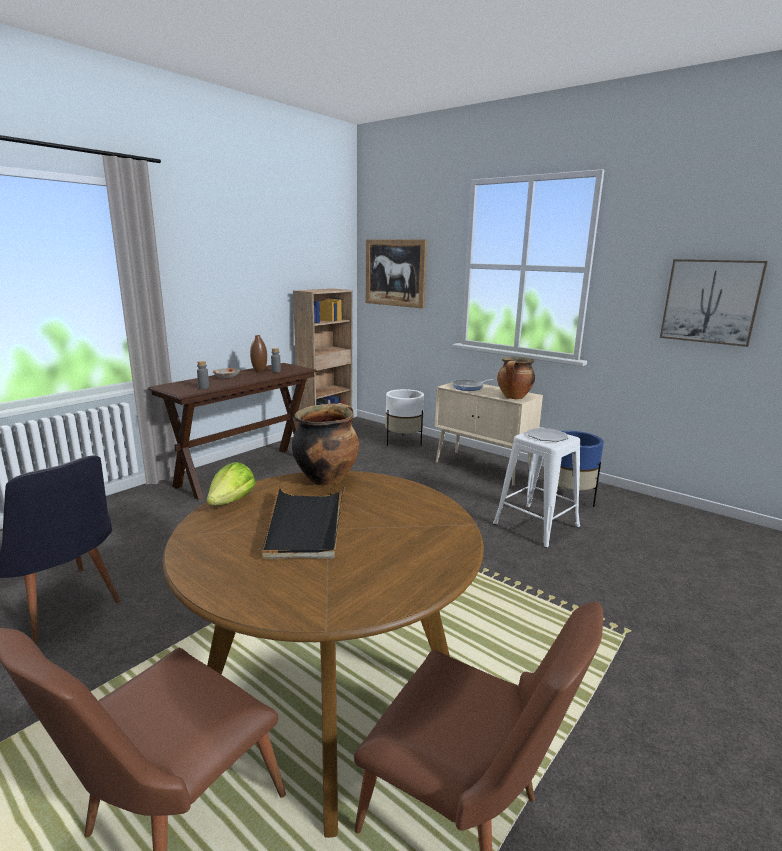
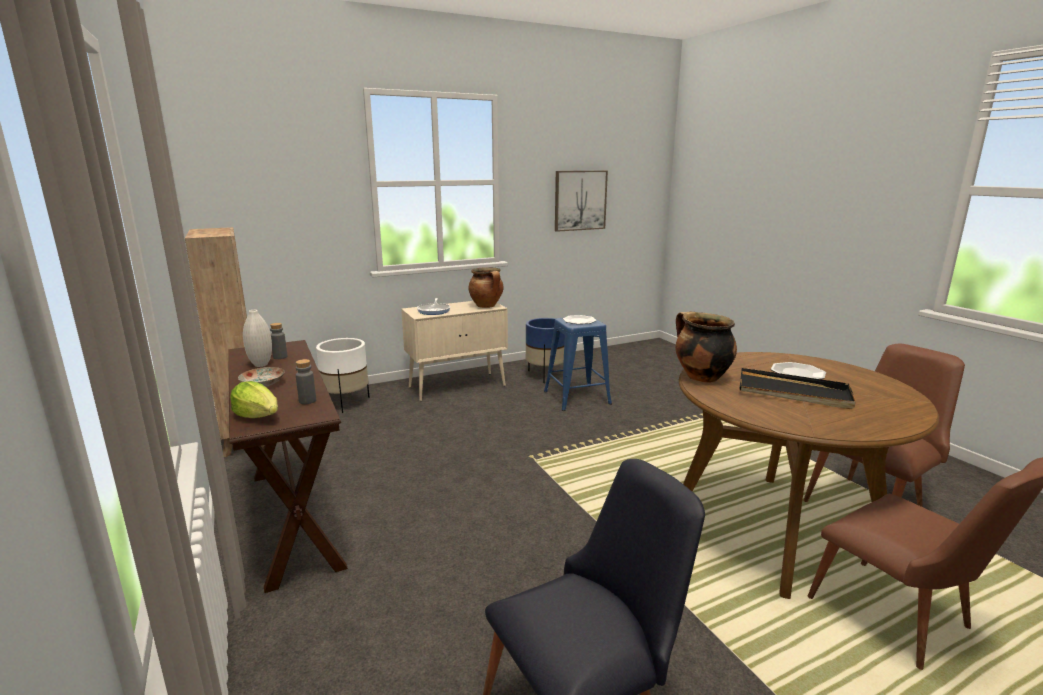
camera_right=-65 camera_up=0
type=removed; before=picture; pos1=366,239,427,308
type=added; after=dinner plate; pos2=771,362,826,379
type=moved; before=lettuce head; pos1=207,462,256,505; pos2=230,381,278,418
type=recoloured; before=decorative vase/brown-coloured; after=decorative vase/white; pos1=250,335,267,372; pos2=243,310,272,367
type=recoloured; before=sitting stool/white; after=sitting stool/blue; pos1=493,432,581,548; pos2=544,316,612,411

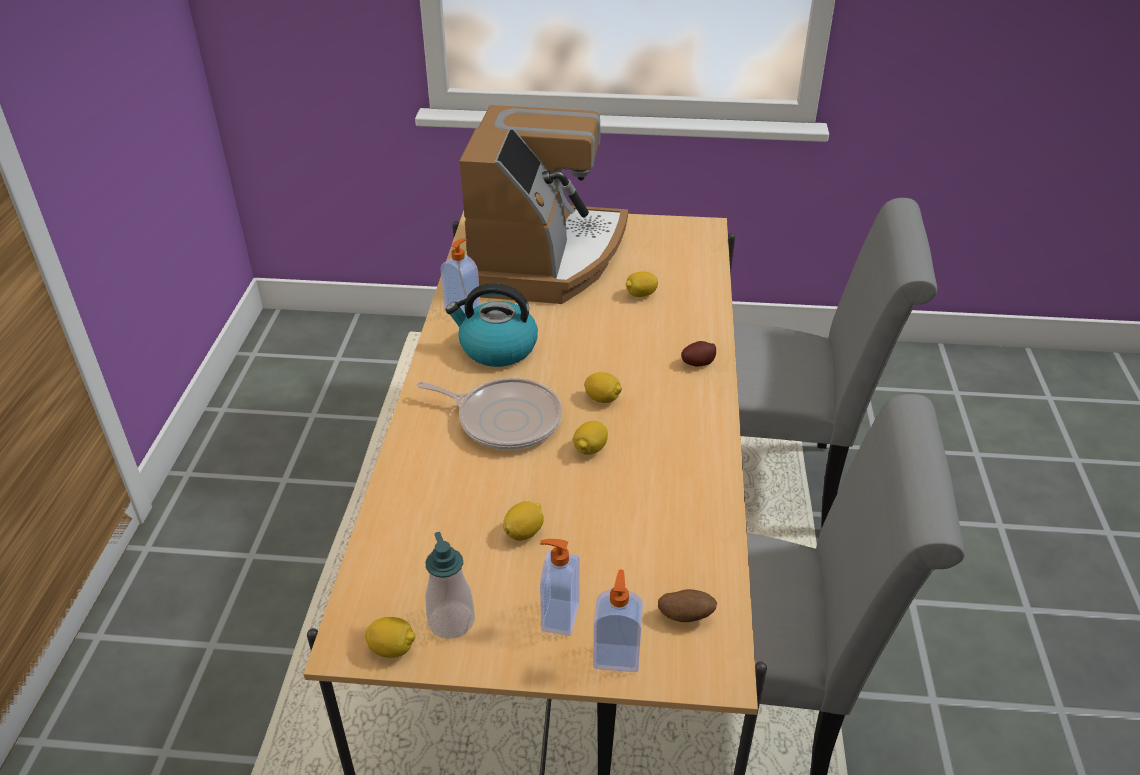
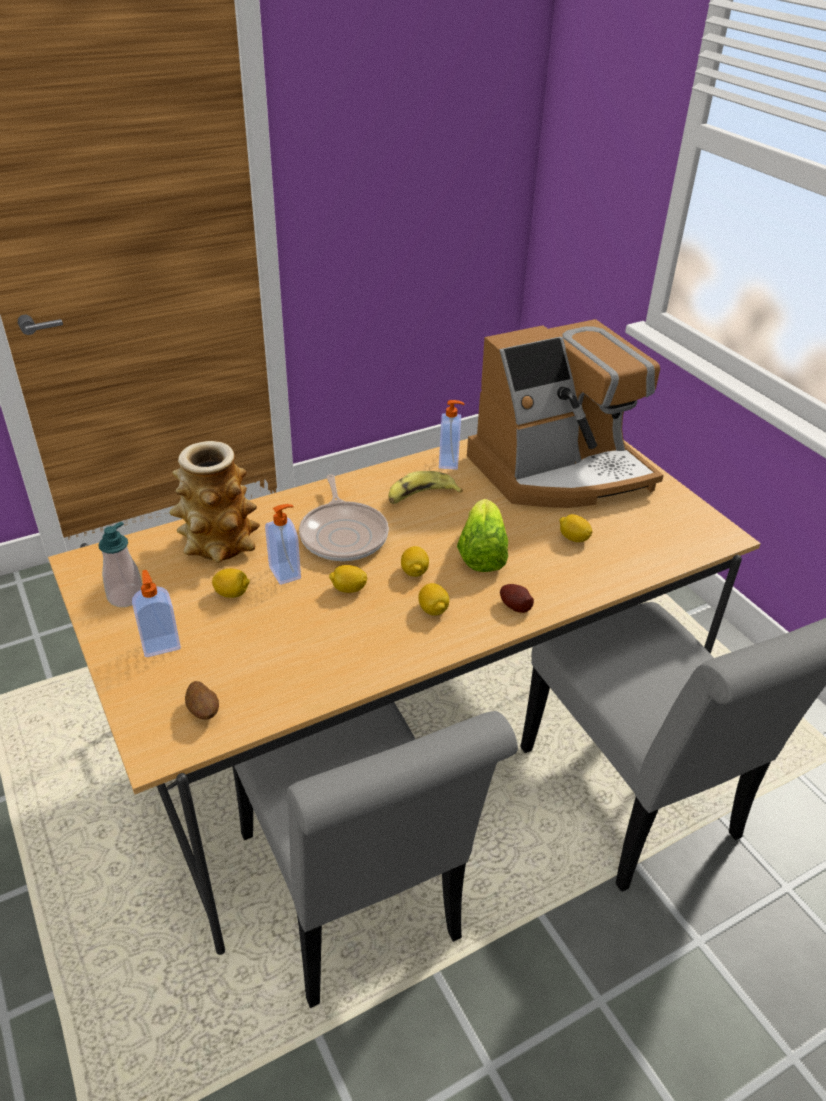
camera_right=55 camera_up=0
type=added; after=decorative vase; pos2=169,441,260,563
type=added; after=lettuce head; pos2=457,499,508,572
type=moved; before=whole lemon; pos1=365,617,416,658; pos2=418,583,449,615
type=moved; before=soap dispenser; pos1=593,569,643,672; pos2=265,504,301,585
type=replaced; before=water kettle; after=banana; pos1=446,283,538,367; pos2=388,471,463,504

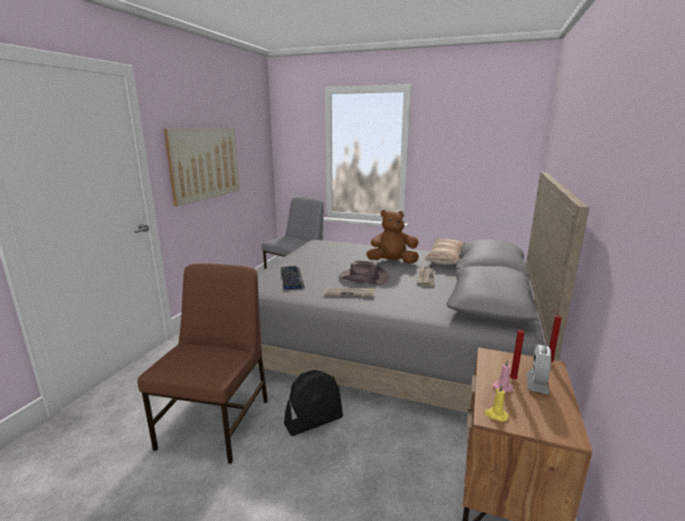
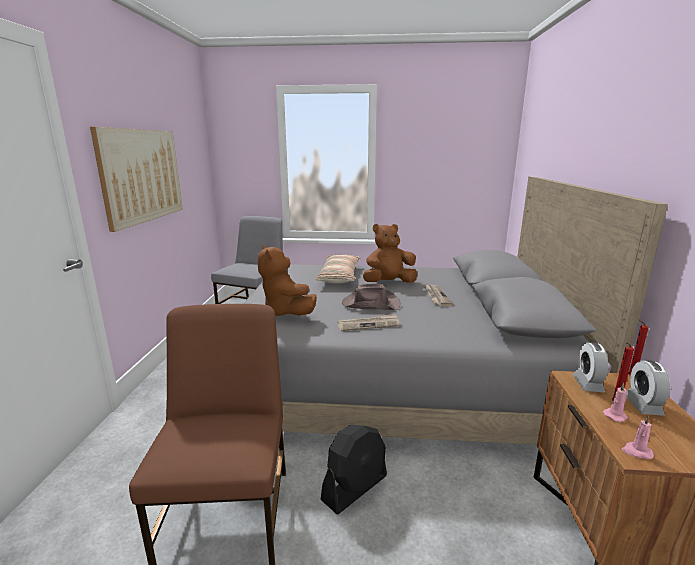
camera_right=-15 camera_up=0
type=added; after=table clock; pos2=573,342,608,393
type=moved; before=pillow; pos1=425,239,465,265; pos2=316,255,360,283
type=replaced; before=keyboard; after=soft toy/brown-coloured; pos1=281,266,305,290; pos2=257,245,317,316
type=recoloured; before=wax light/yellow; after=wax light/pink; pos1=484,384,508,422; pos2=622,416,654,459

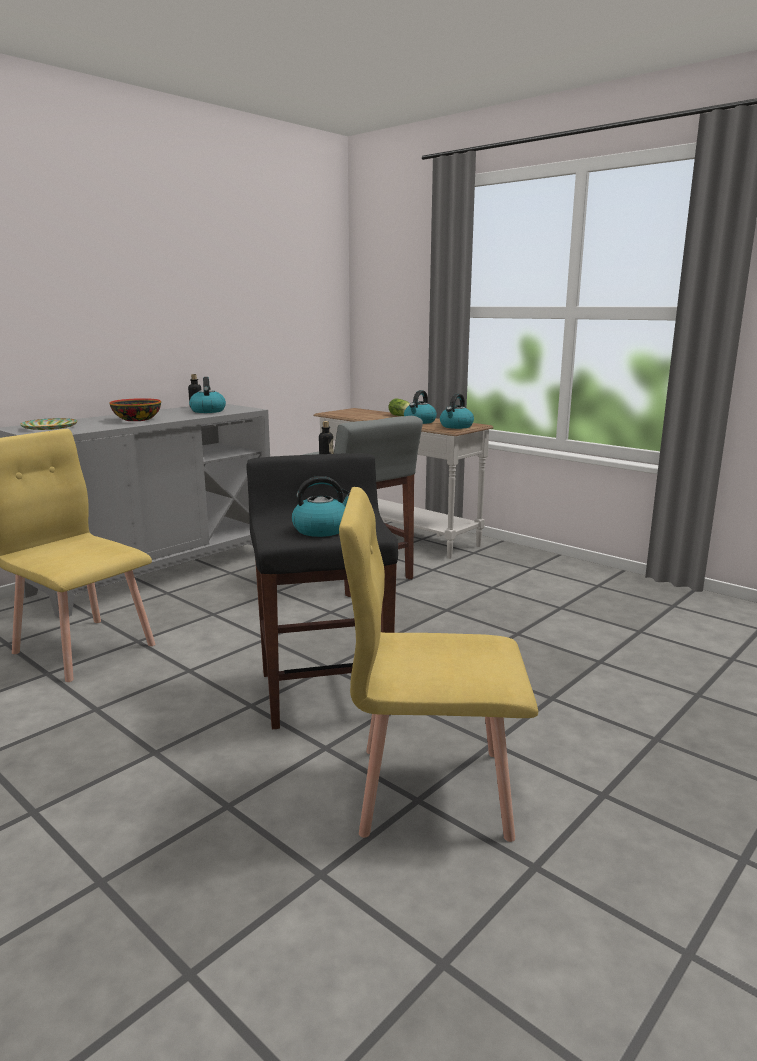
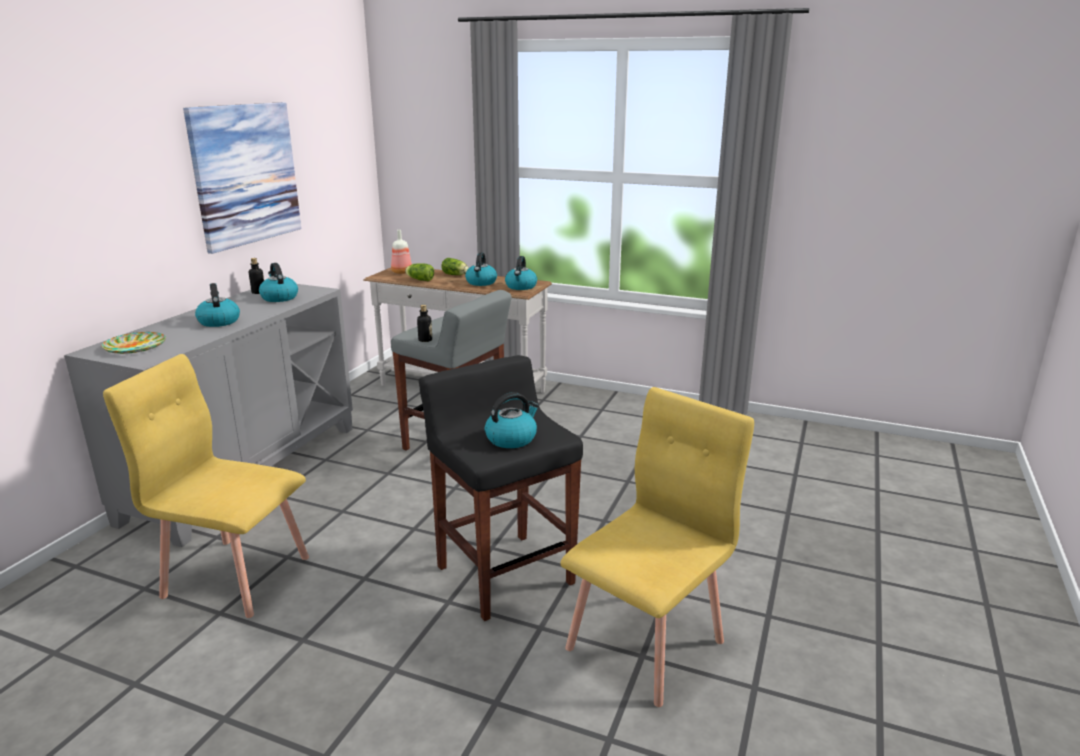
camera_right=-20 camera_up=5
type=added; after=picture; pos2=183,102,301,254
type=added; after=beverage bottle; pos2=391,230,412,274
type=added; after=lettuce head; pos2=405,264,434,281
type=replaced; before=bowl; after=water kettle; pos1=110,398,161,421; pos2=195,283,240,327
type=turned; before=chair/yellow; pos1=339,487,538,842; pos2=561,387,754,707; turn=150

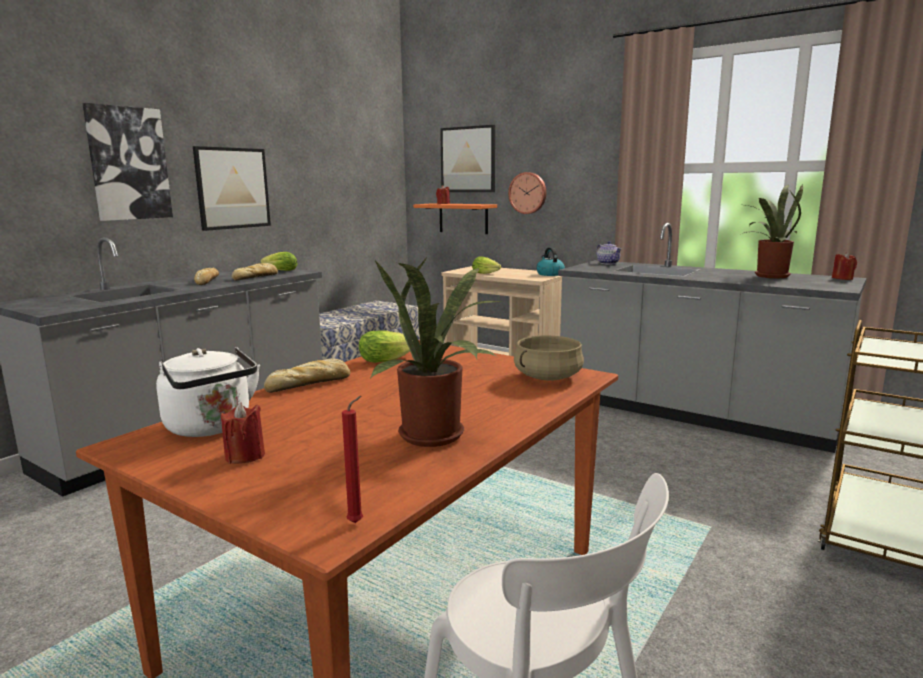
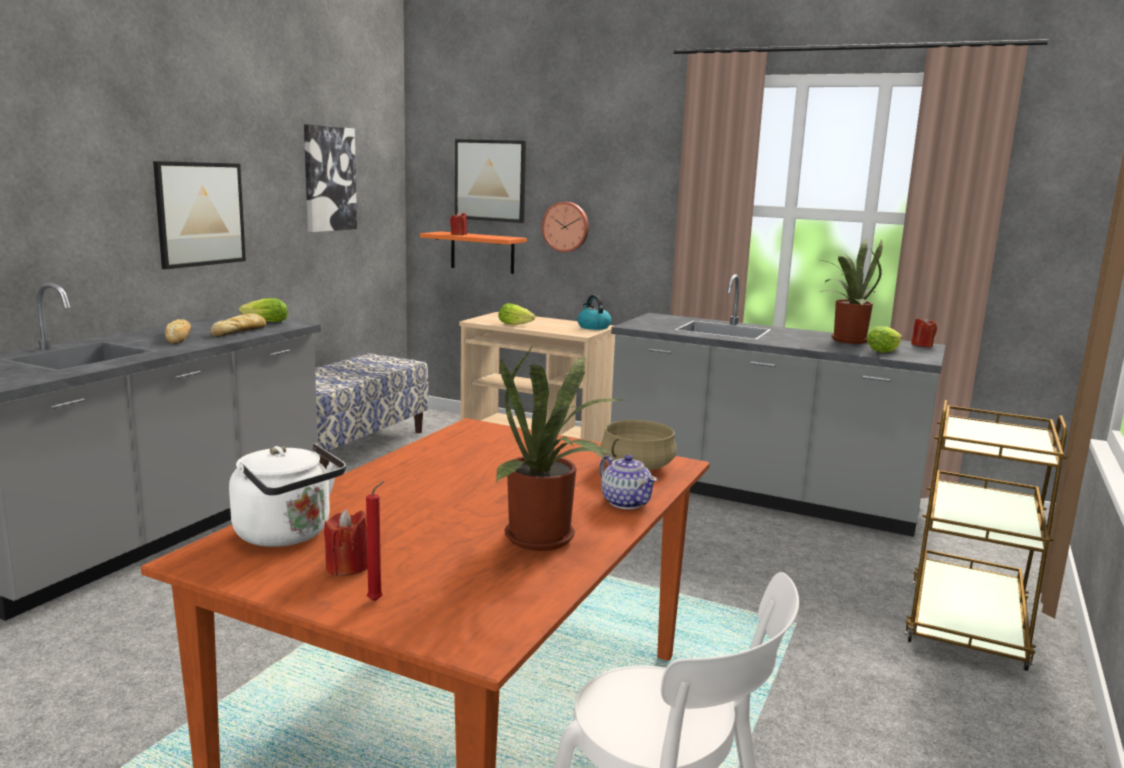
camera_right=-10 camera_up=0
type=removed; before=bread; pos1=264,359,350,393
type=moved; before=picture; pos1=82,103,173,221; pos2=304,124,357,232
type=moved; before=wax light/red; pos1=342,396,363,523; pos2=366,481,384,601
type=moved; before=lettuce head; pos1=359,330,414,363; pos2=867,326,902,353
type=moved; before=pot for tea; pos1=596,241,622,264; pos2=599,455,658,509

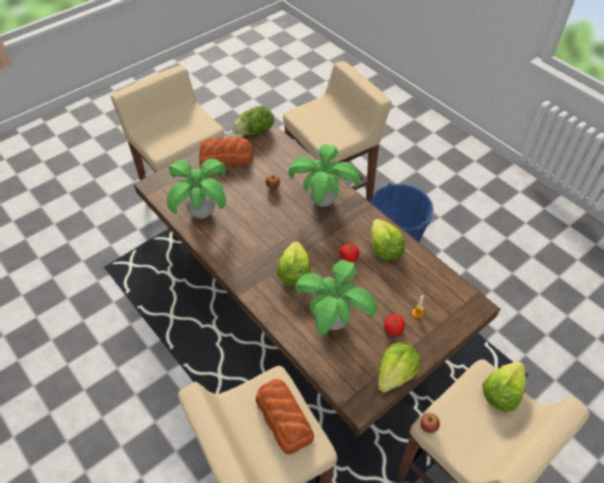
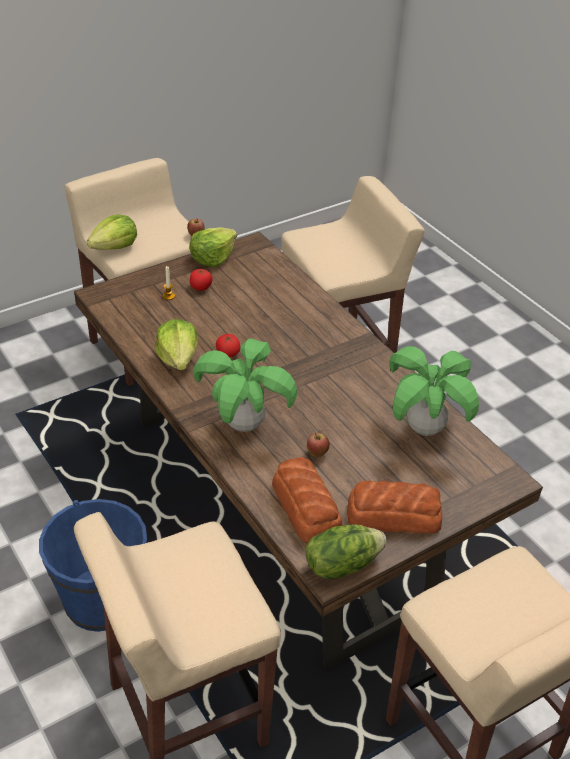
camera_right=-175 camera_up=-10
type=removed; before=lettuce head; pos1=277,241,311,286
type=removed; before=potted plant; pos1=295,260,377,335
type=moved; before=bread; pos1=256,379,314,454; pos2=272,457,342,543

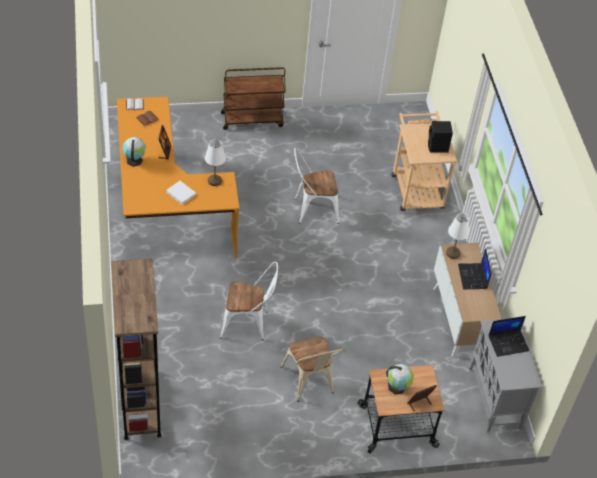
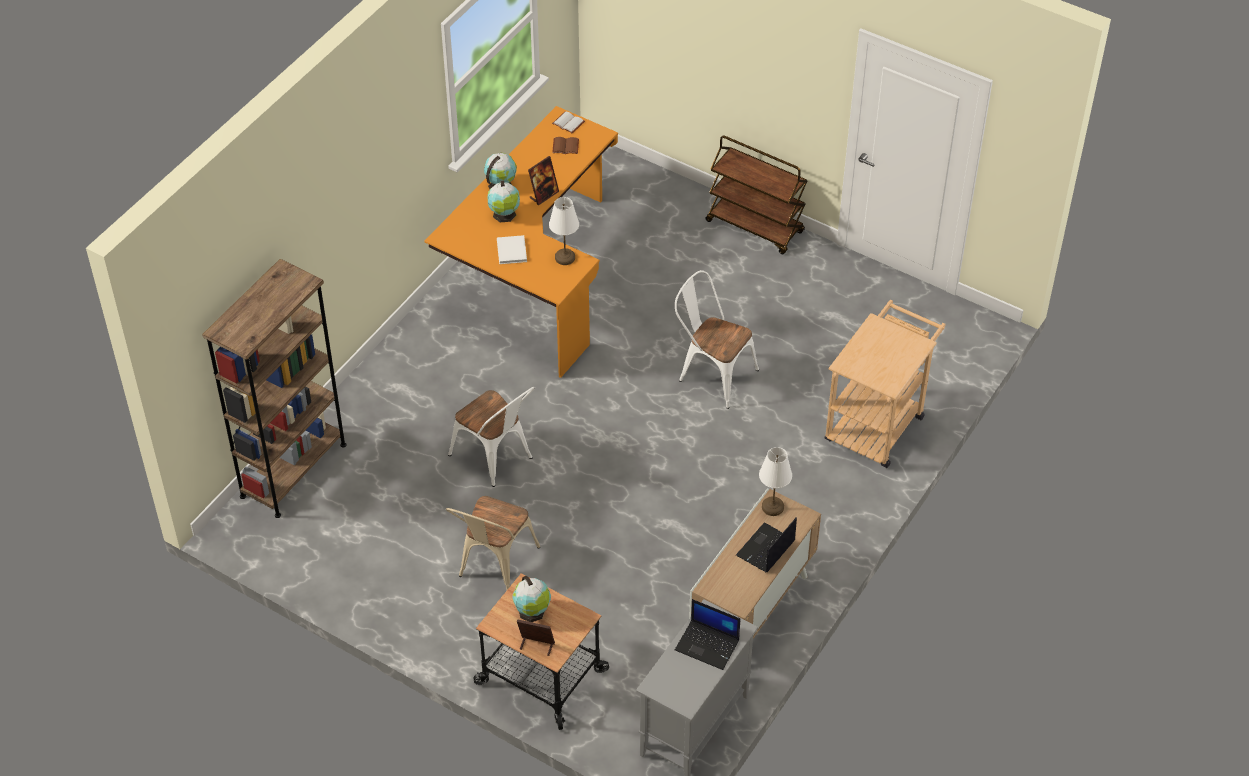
camera_right=45 camera_up=0
type=removed; before=audio speaker/black-coloured; pos1=428,121,453,153
type=added; after=world globe; pos2=488,180,520,222

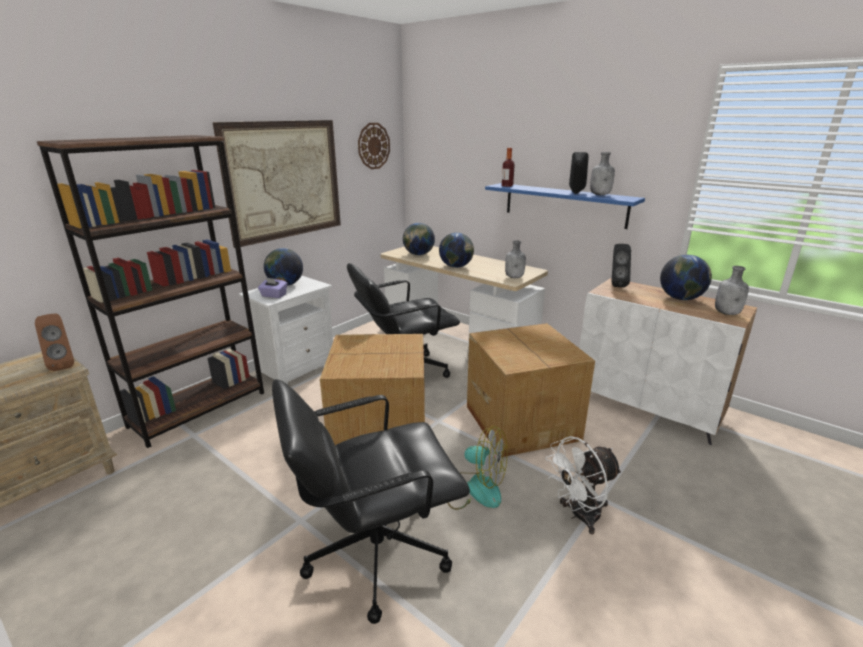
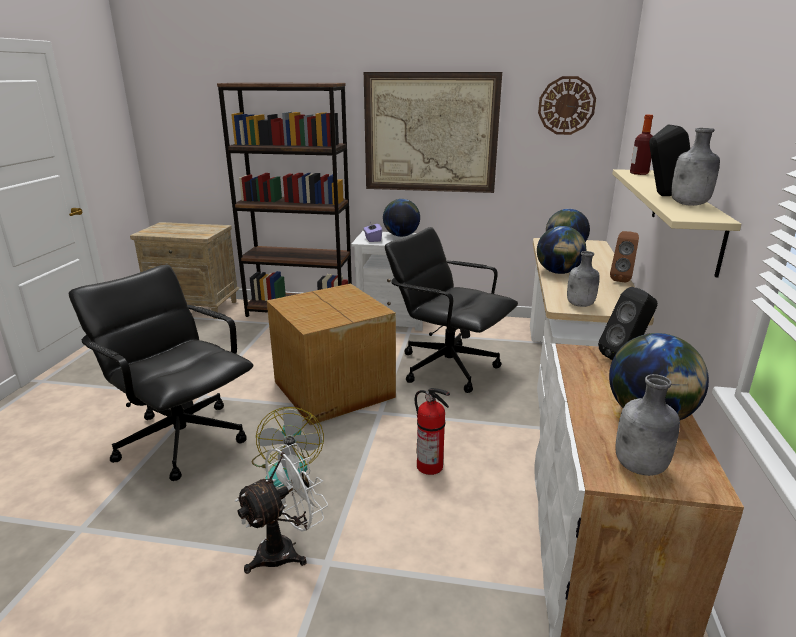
camera_right=60 camera_up=0
type=moved; before=audio speaker/brown-coloured; pos1=35,313,74,371; pos2=610,231,639,283
type=replaced; before=carton; after=fire-fighting cylinder; pos1=467,323,595,458; pos2=415,388,450,475
type=recoloured; before=shelf/blue; after=shelf/beige; pos1=485,183,645,229; pos2=612,169,741,278
type=turned; before=fan/white; pos1=545,436,622,535; pos2=235,443,328,574; turn=105

